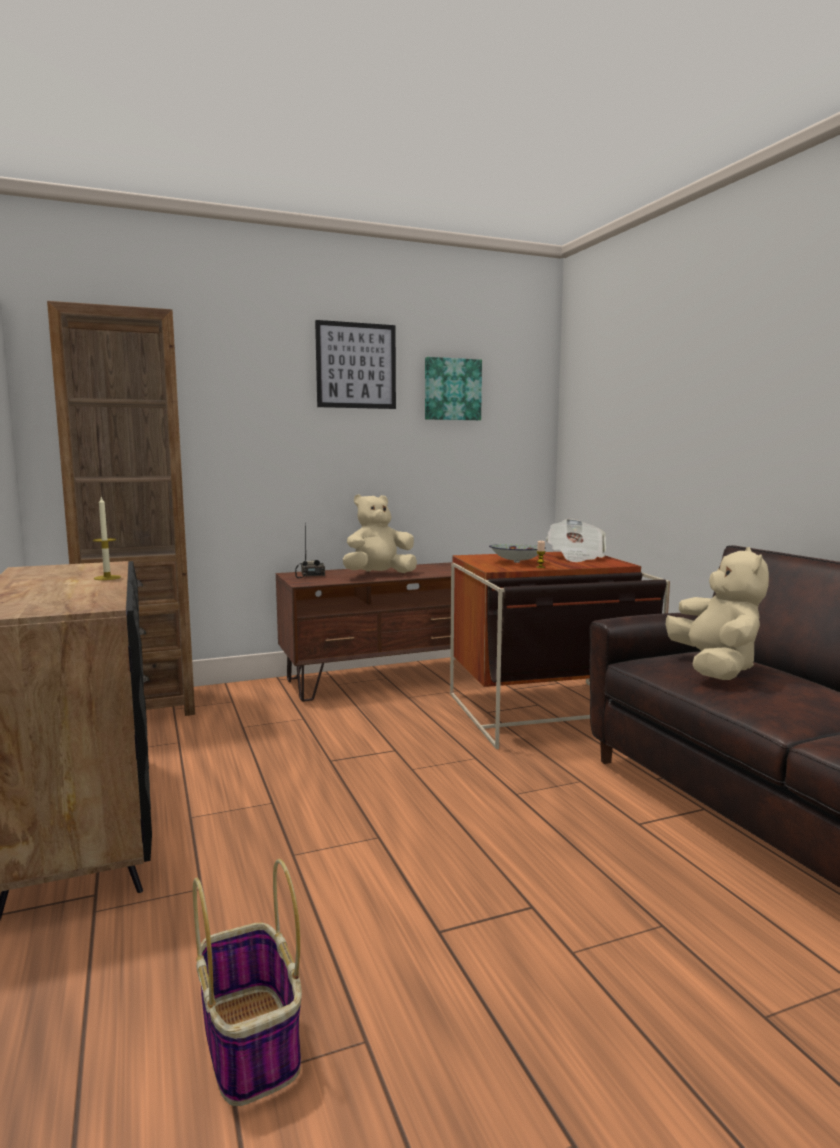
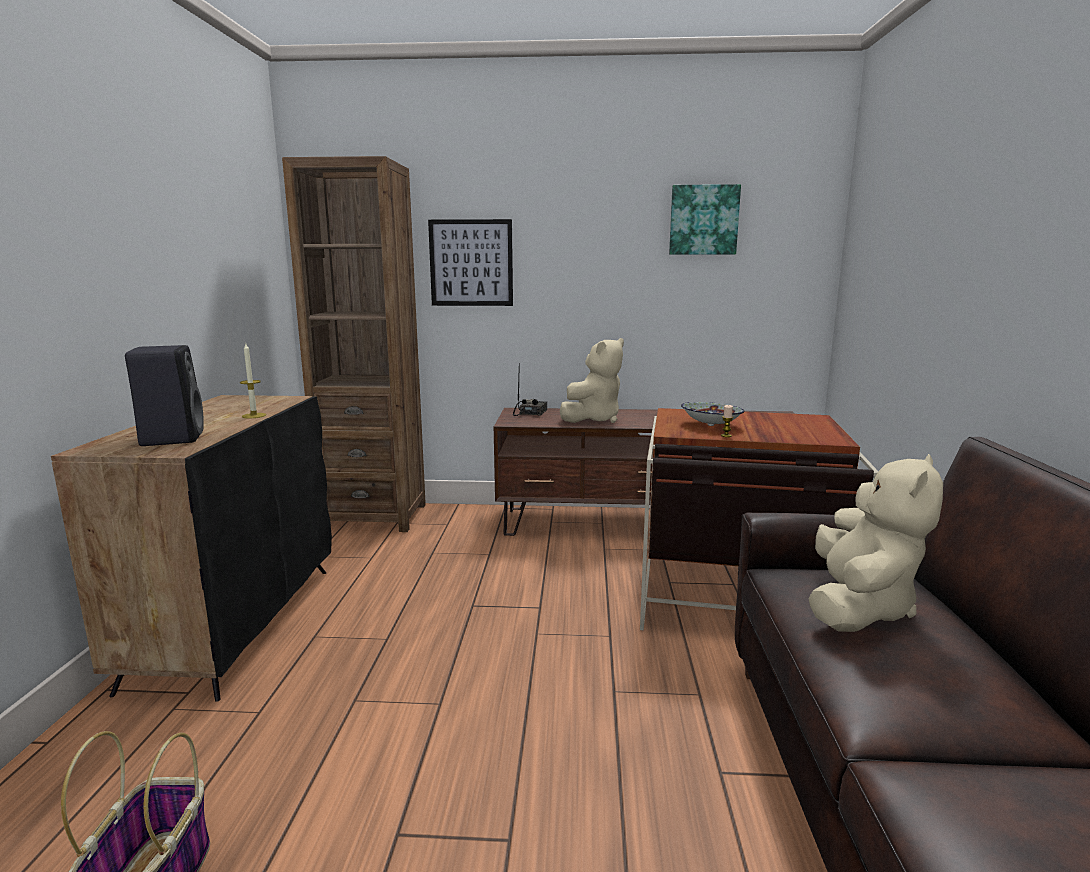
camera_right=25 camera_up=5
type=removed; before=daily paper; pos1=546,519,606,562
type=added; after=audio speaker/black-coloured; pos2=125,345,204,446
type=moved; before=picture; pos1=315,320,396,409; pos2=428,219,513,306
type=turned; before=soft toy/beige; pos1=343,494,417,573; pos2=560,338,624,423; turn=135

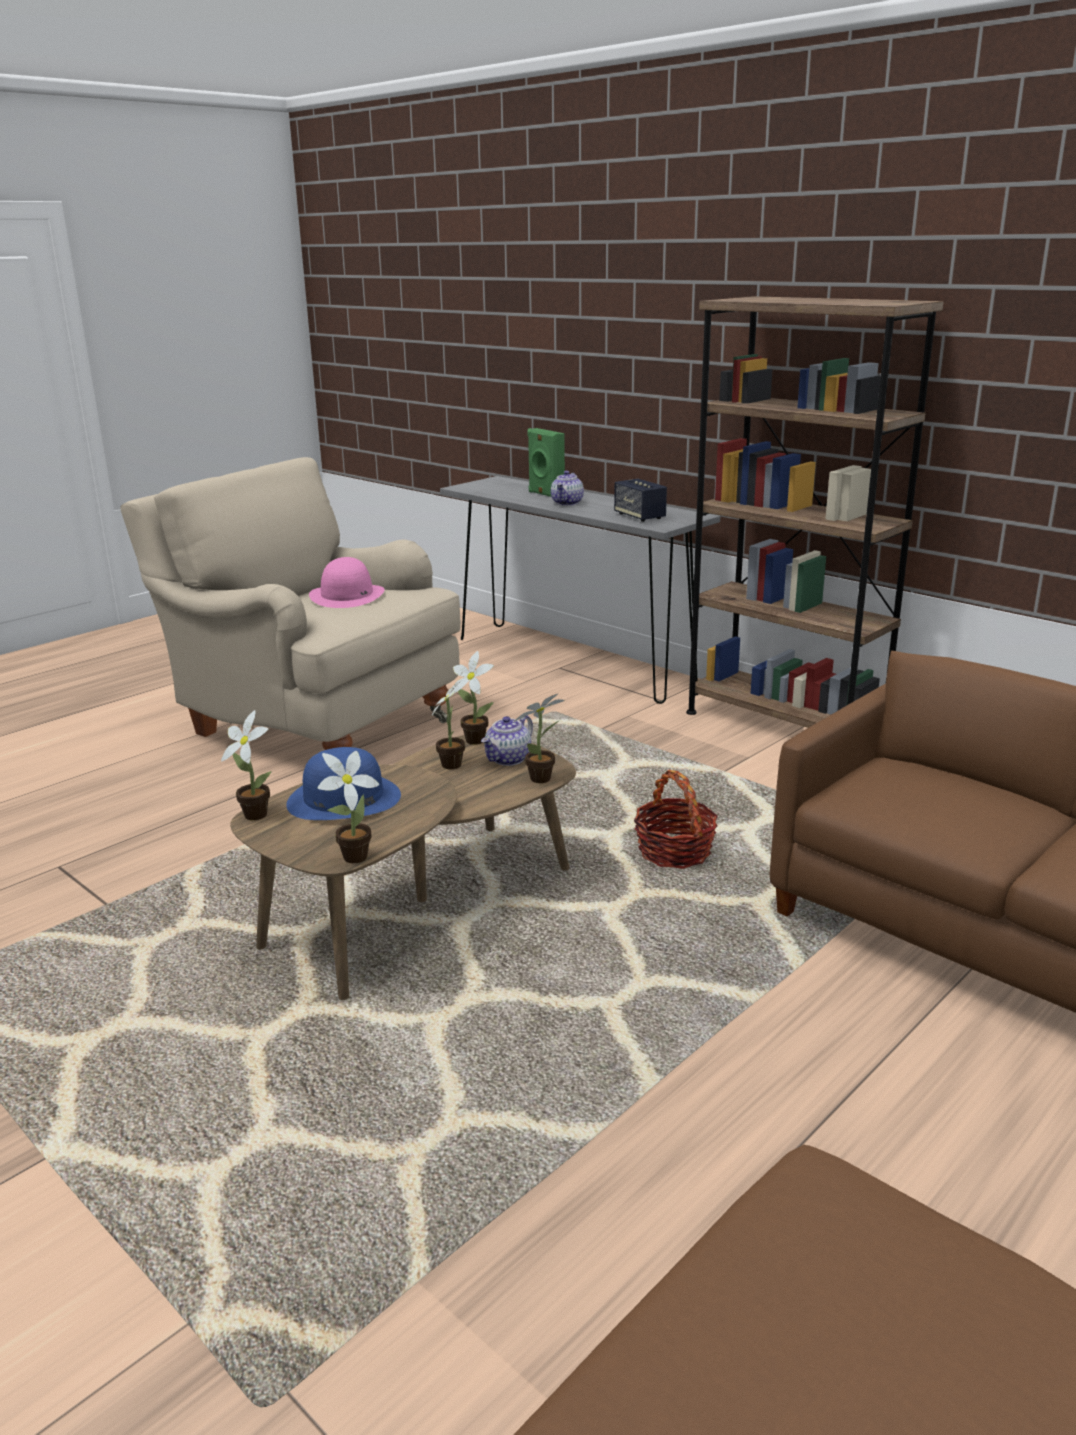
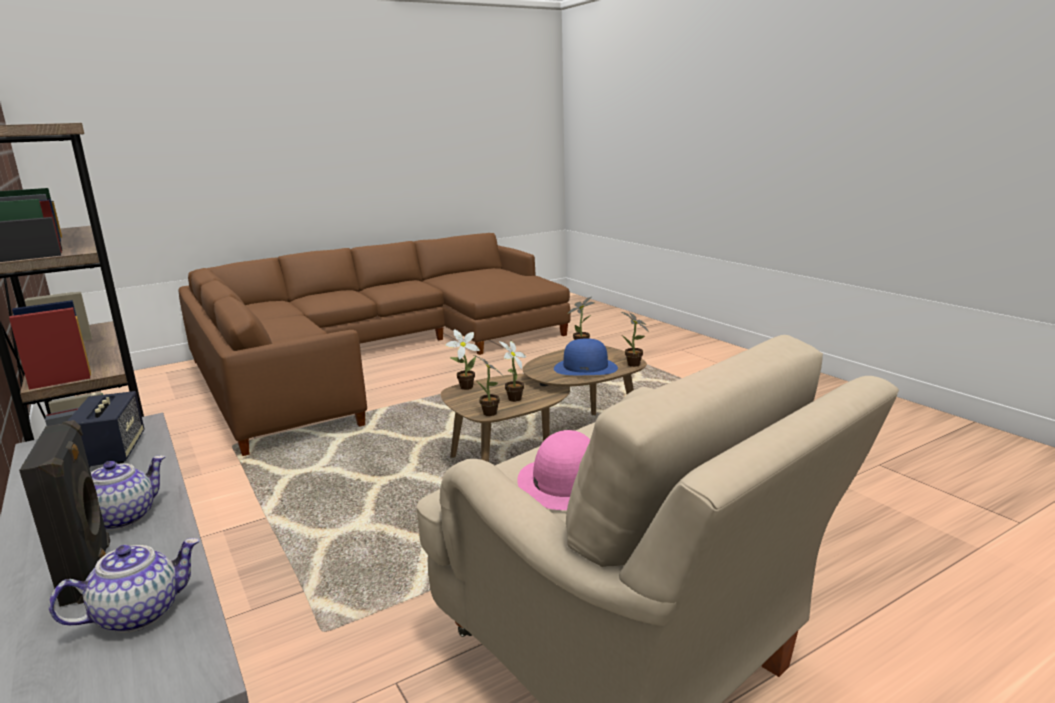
camera_right=-165 camera_up=-5
type=removed; before=basket; pos1=634,770,718,869
type=moved; before=pot for tea; pos1=481,716,533,766; pos2=49,538,199,633
type=recoloured; before=audio speaker/greenish; after=audio speaker/black-coloured; pos1=527,428,565,497; pos2=19,420,110,607

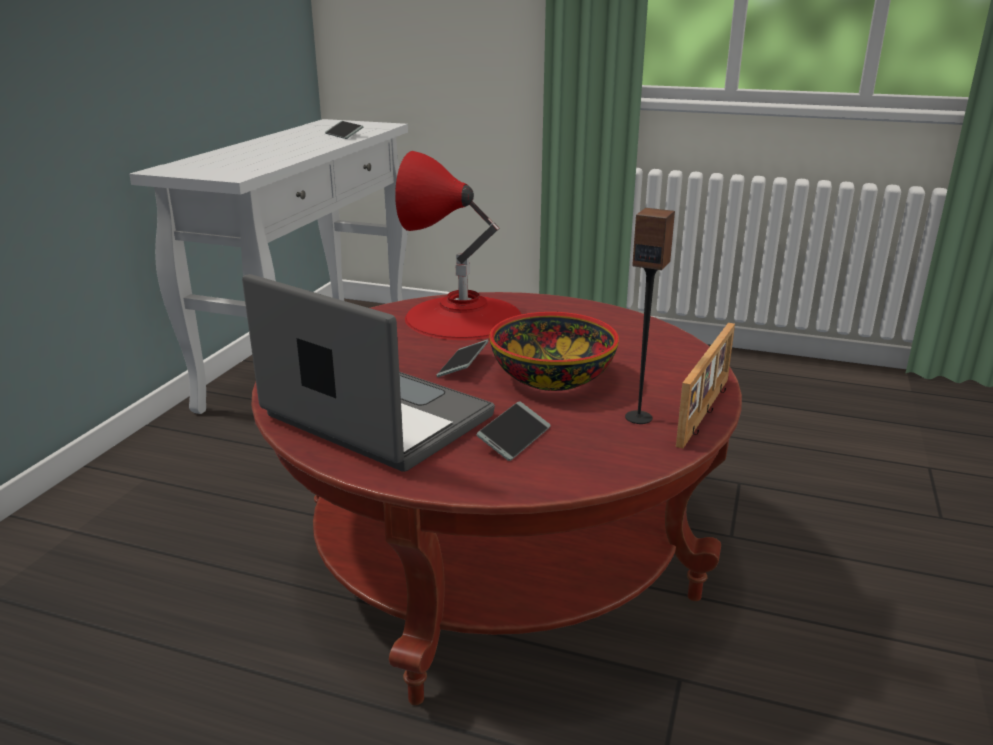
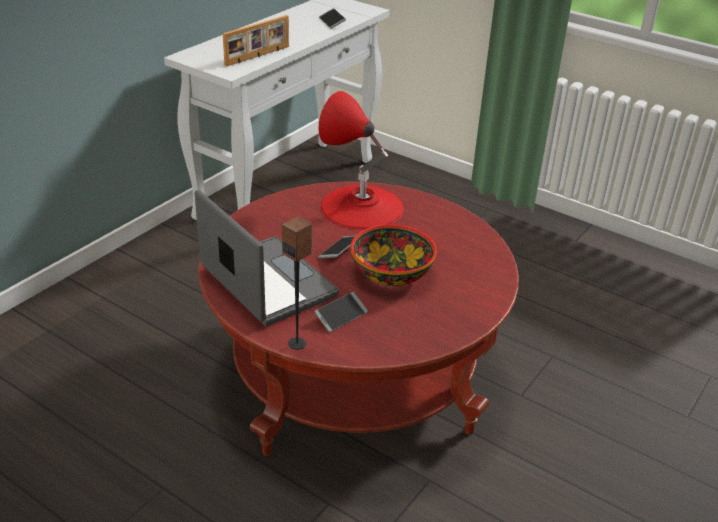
camera_right=15 camera_up=10
type=moved; before=audio speaker; pos1=625,208,675,424; pos2=282,216,312,350
type=moved; before=standing frame; pos1=676,323,735,448; pos2=223,15,289,67

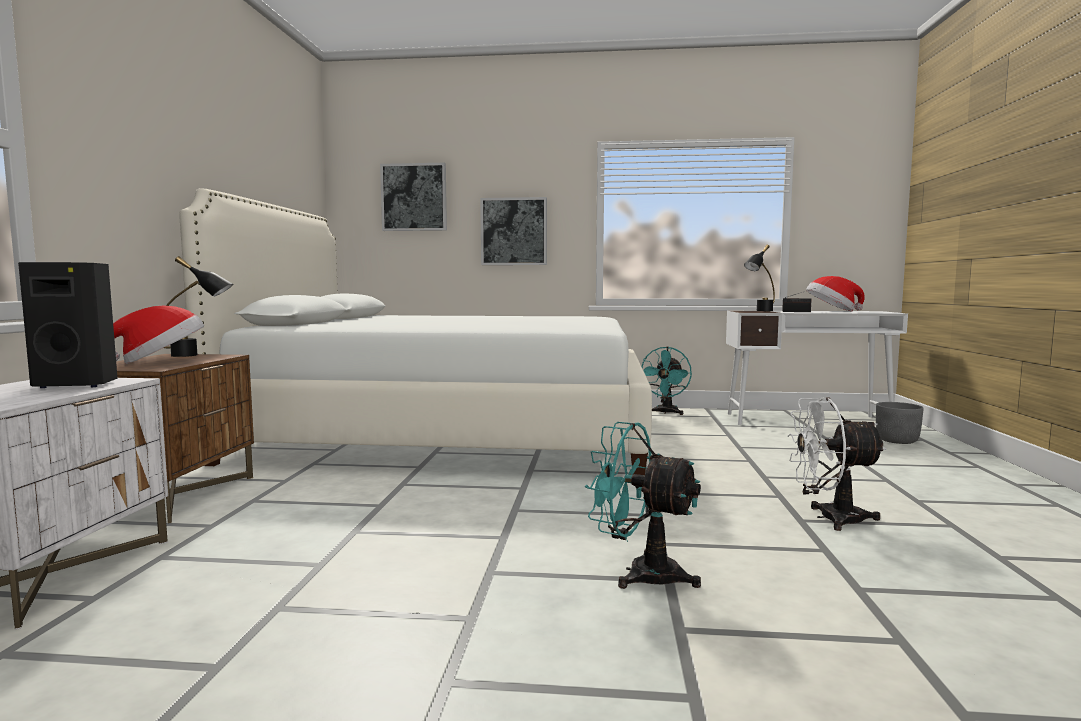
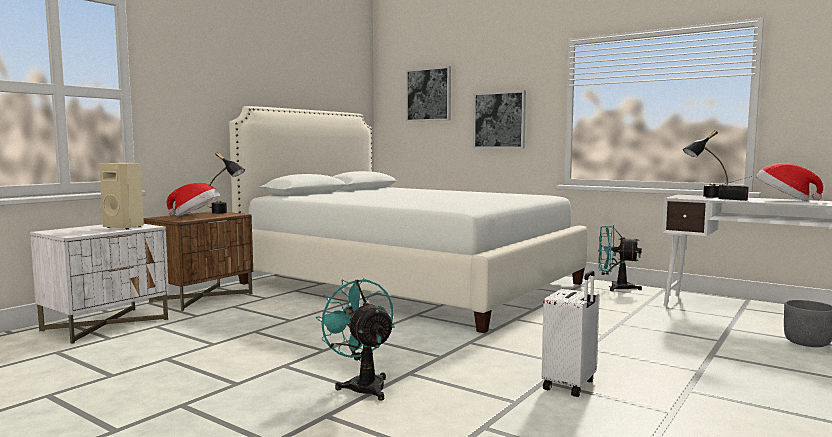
camera_right=30 camera_up=0
type=replaced; before=fan/white; after=travel case/white; pos1=787,397,886,531; pos2=542,270,600,397
type=recoloured; before=audio speaker/black-coloured; after=audio speaker/beige; pos1=18,262,118,388; pos2=99,163,144,229
type=turned; before=fan/turquoise-coloured; pos1=642,347,692,415; pos2=598,225,642,291; turn=60

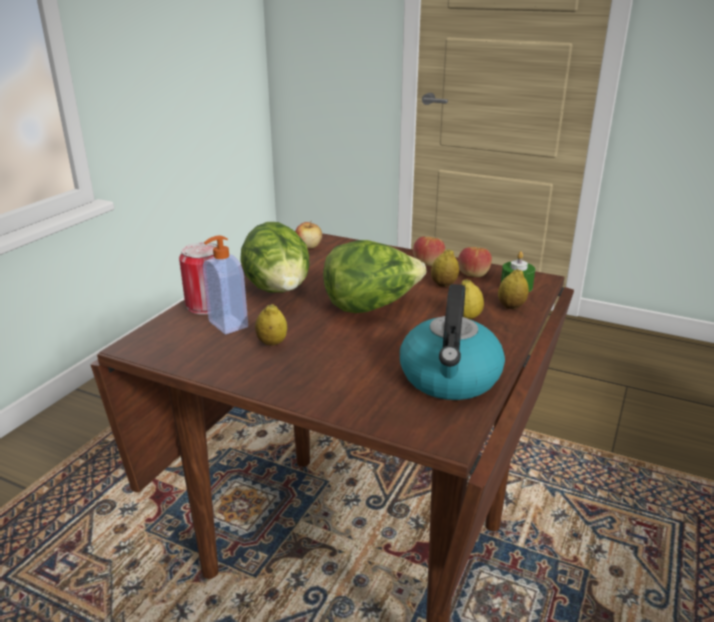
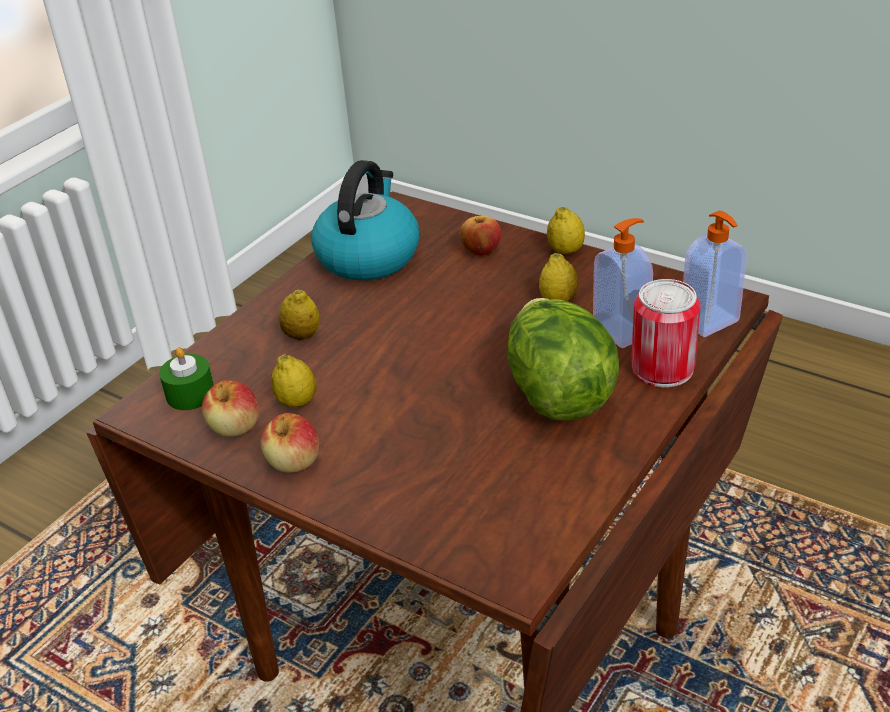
camera_right=-170 camera_up=10
type=removed; before=lettuce head; pos1=323,240,426,313
type=added; after=soap dispenser; pos2=683,211,747,337
type=moved; before=apple fruit; pos1=296,222,322,249; pos2=460,216,501,256
type=moved; before=whole lemon; pos1=498,269,529,309; pos2=547,207,585,254

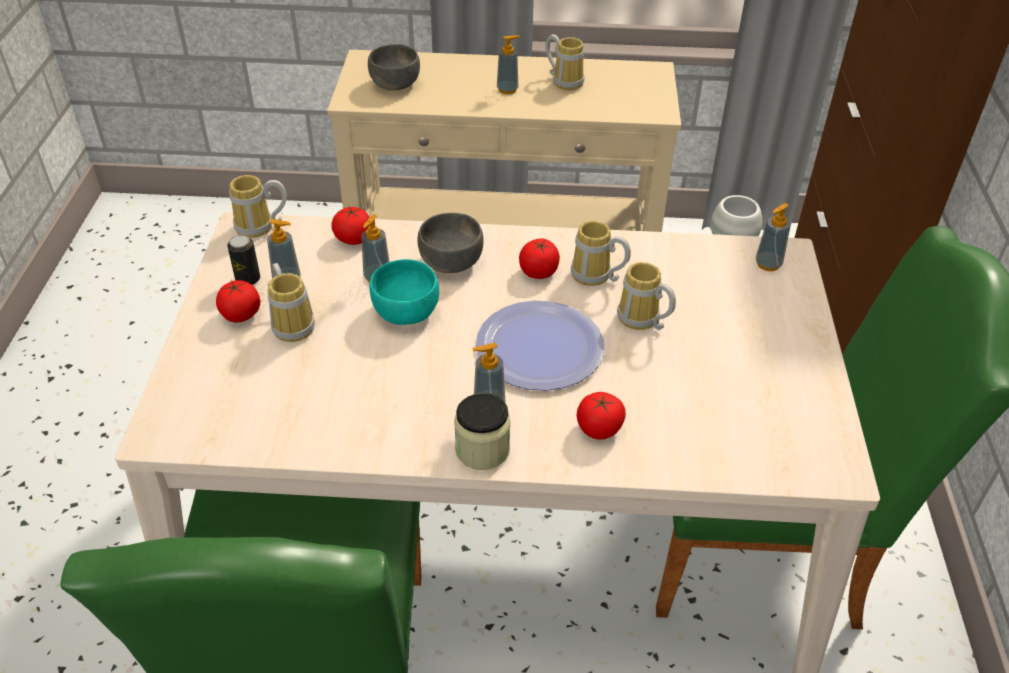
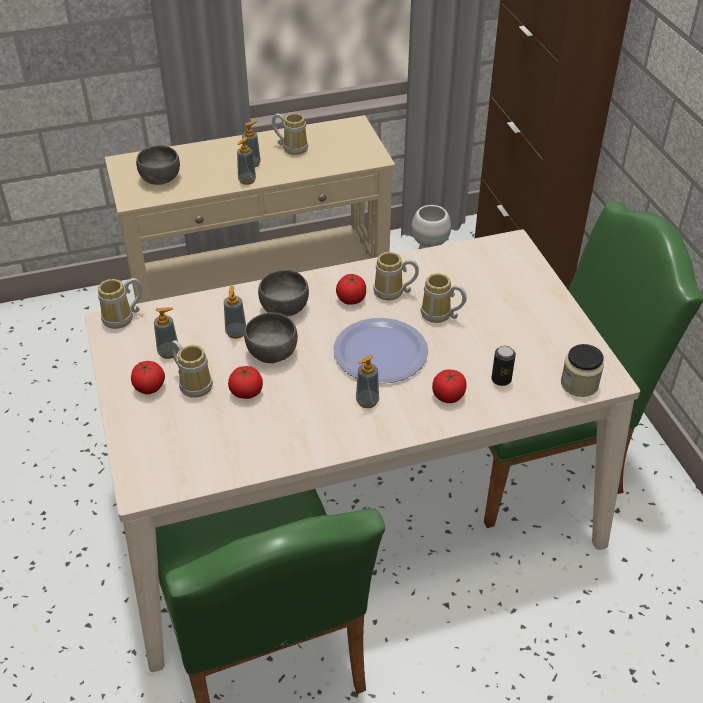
camera_right=-20 camera_up=0
type=moved; before=sealed can; pos1=227,235,260,285; pos2=491,346,516,386
type=moved; before=whole tomato; pos1=331,206,369,245; pos2=228,366,263,399
type=moved; before=storage jar; pos1=454,393,511,470; pos2=561,344,604,397
type=moved; before=soap dispenser; pos1=755,203,791,271; pos2=237,137,256,185
type=recoloured; before=bowl/turquoise-coloured; after=bowl/grey; pos1=369,259,439,325; pos2=244,312,298,363

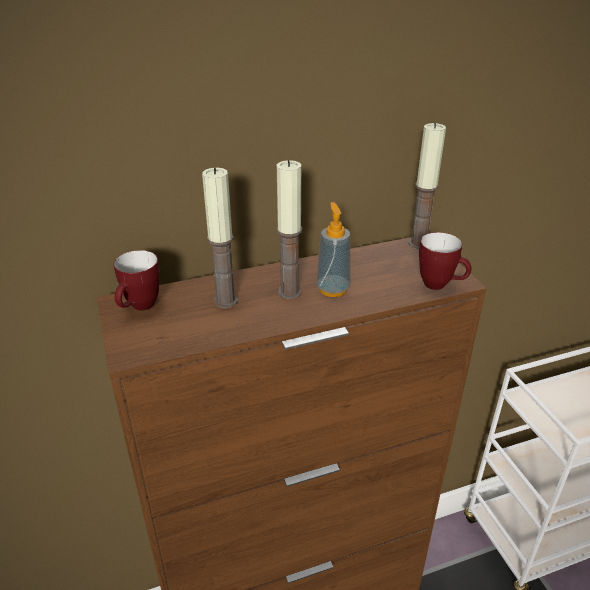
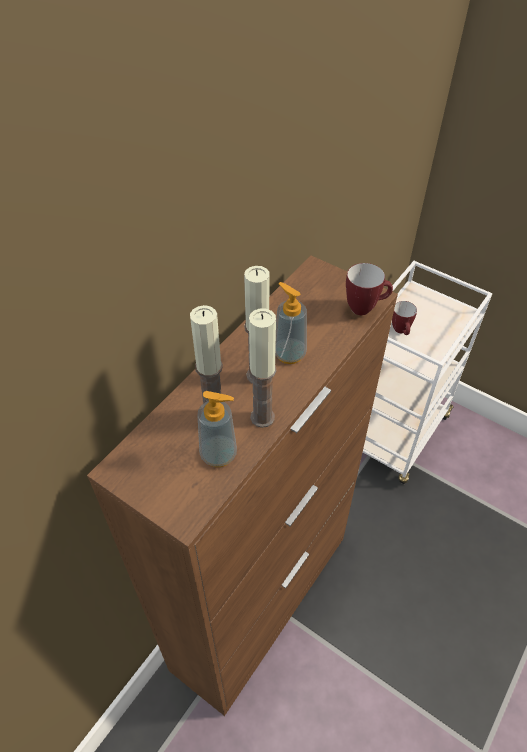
camera_right=-35 camera_up=15
type=added; after=soap dispenser; pos2=198,391,237,467
type=moved; before=tea mug; pos1=114,250,160,310; pos2=392,301,417,335
type=moved; before=wax light; pos1=408,122,446,249; pos2=249,308,276,428

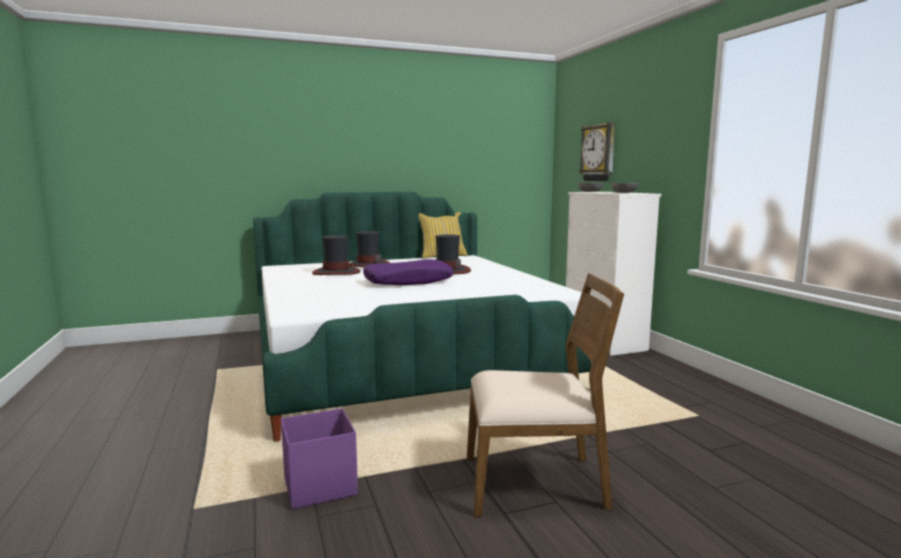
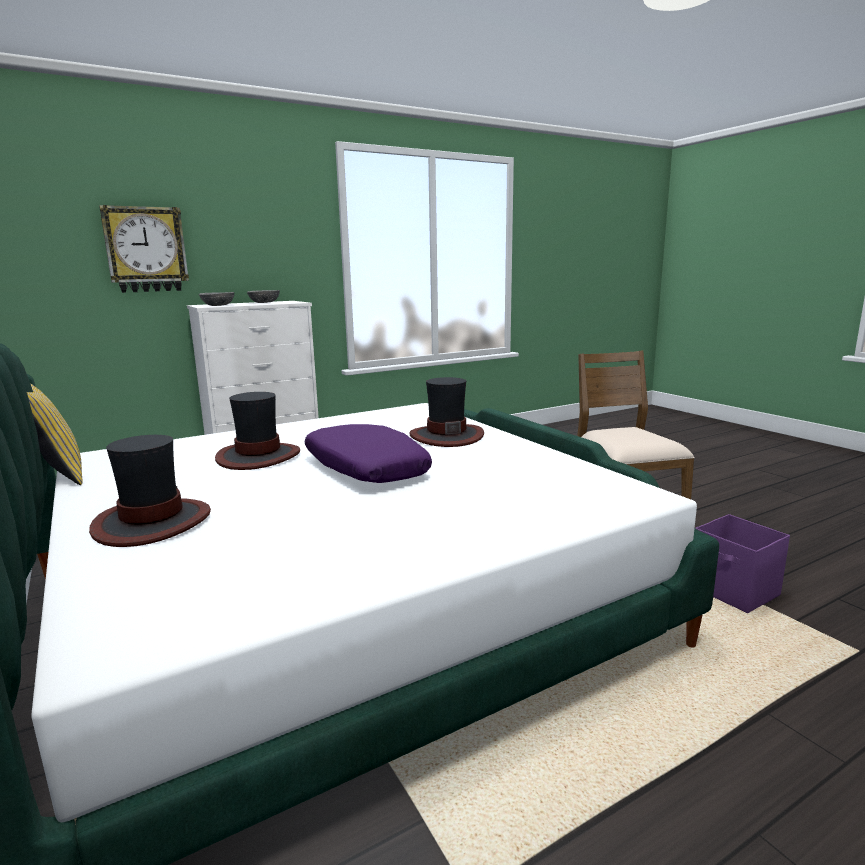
camera_right=-100 camera_up=5
type=moved; before=wearable hat; pos1=312,235,361,275; pos2=409,377,484,447

